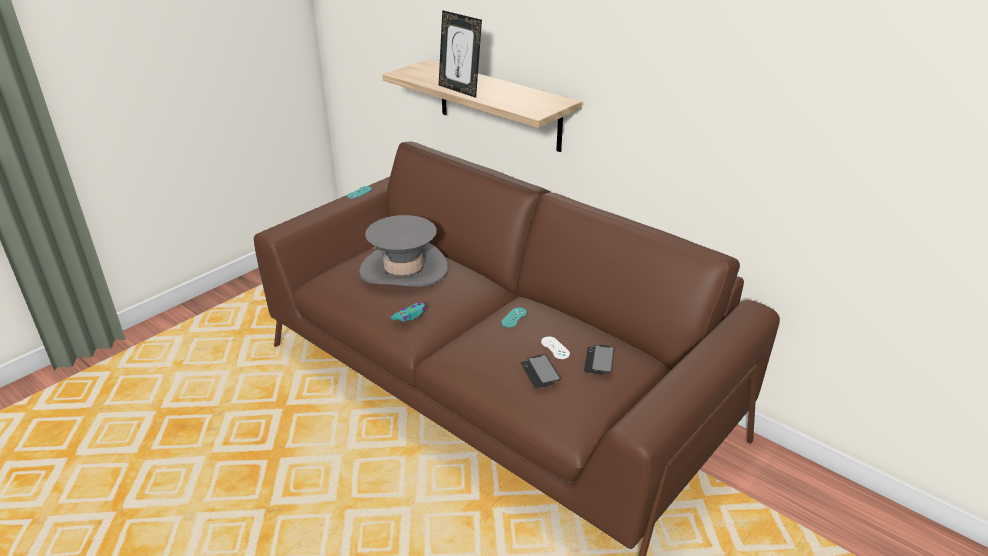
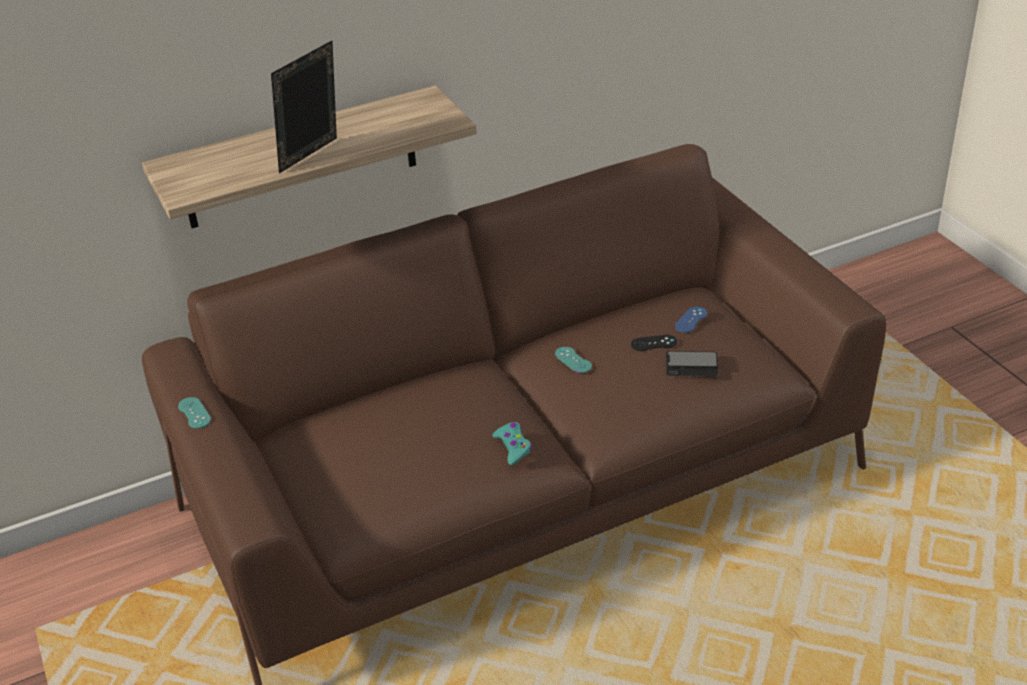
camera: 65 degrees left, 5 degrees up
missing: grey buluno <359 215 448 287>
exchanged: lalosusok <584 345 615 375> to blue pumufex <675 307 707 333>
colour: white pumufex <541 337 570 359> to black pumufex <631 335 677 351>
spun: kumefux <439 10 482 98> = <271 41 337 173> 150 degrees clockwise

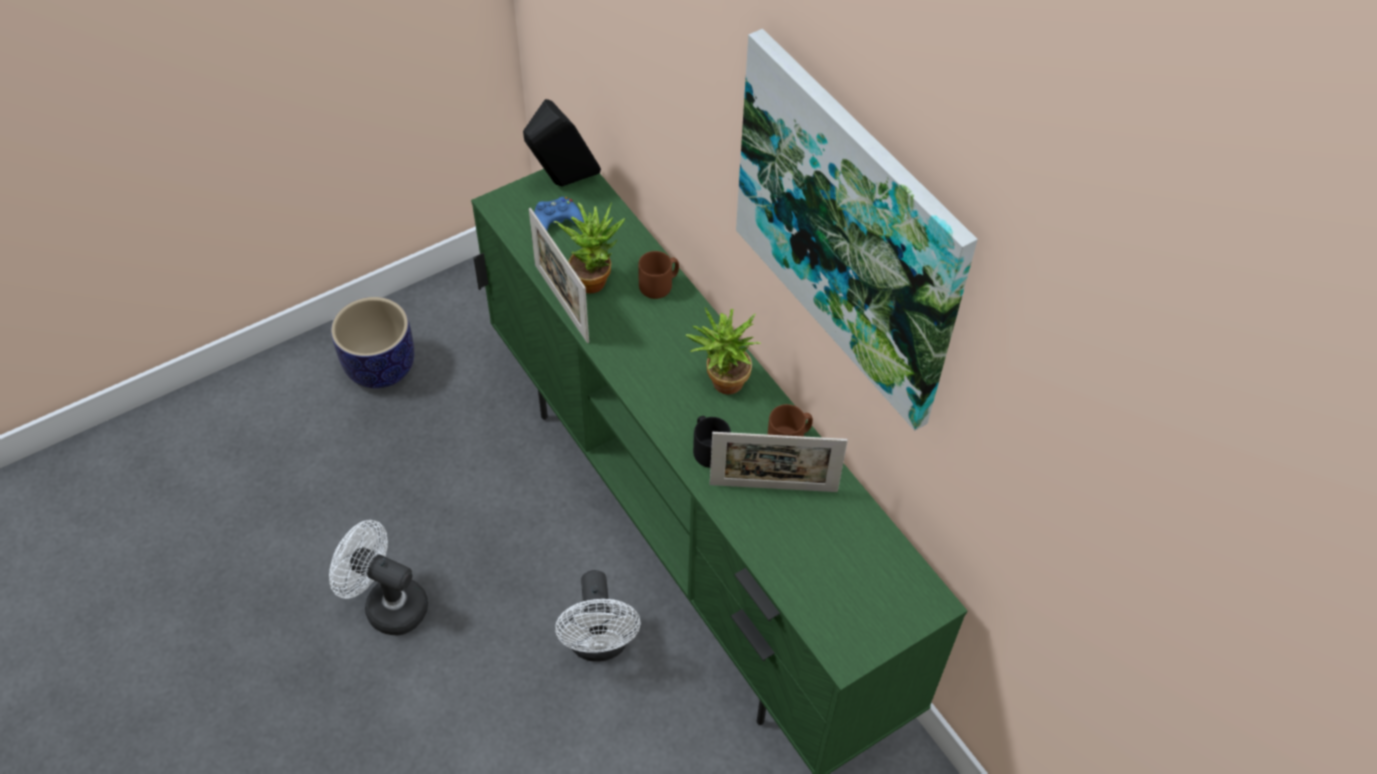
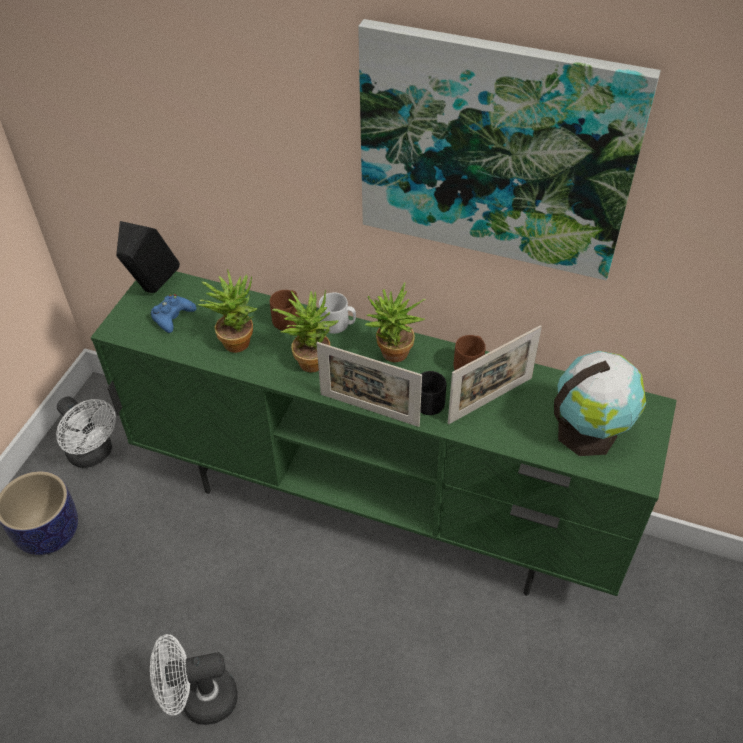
camera: 35 degrees left, 5 degrees down
appeared: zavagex <272 290 338 372>; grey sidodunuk <319 292 356 334>; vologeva <554 351 646 456>
relocated: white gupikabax <555 570 641 661> to <56 396 116 468>; kumefux <529 208 589 343> to <316 342 422 427>

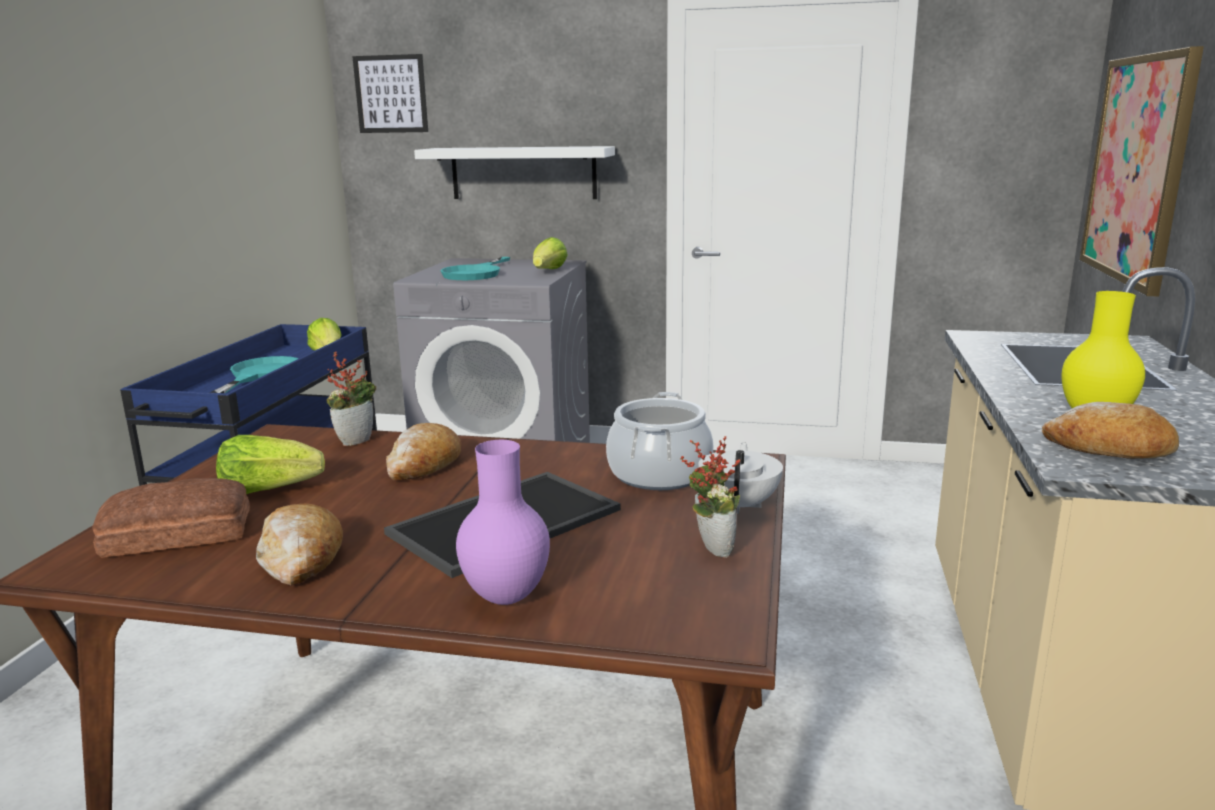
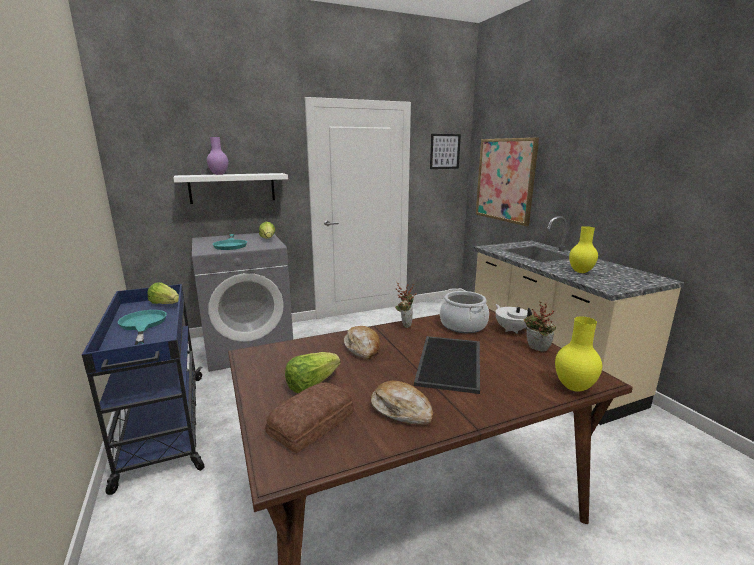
camera: 35 degrees left, 0 degrees up
missing: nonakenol <1042 402 1179 459>
appeared: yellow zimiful <555 316 602 392>
relocated: purple zimiful <456 440 550 605> to <207 137 228 175>; zavagex <326 352 376 446> to <395 282 417 328>; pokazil <352 54 428 133> to <430 134 461 169>

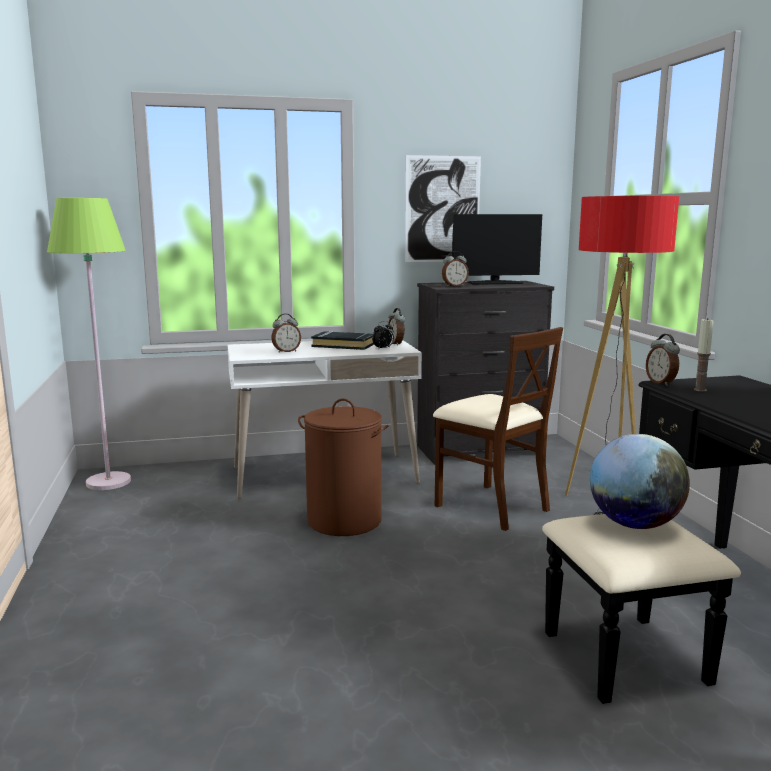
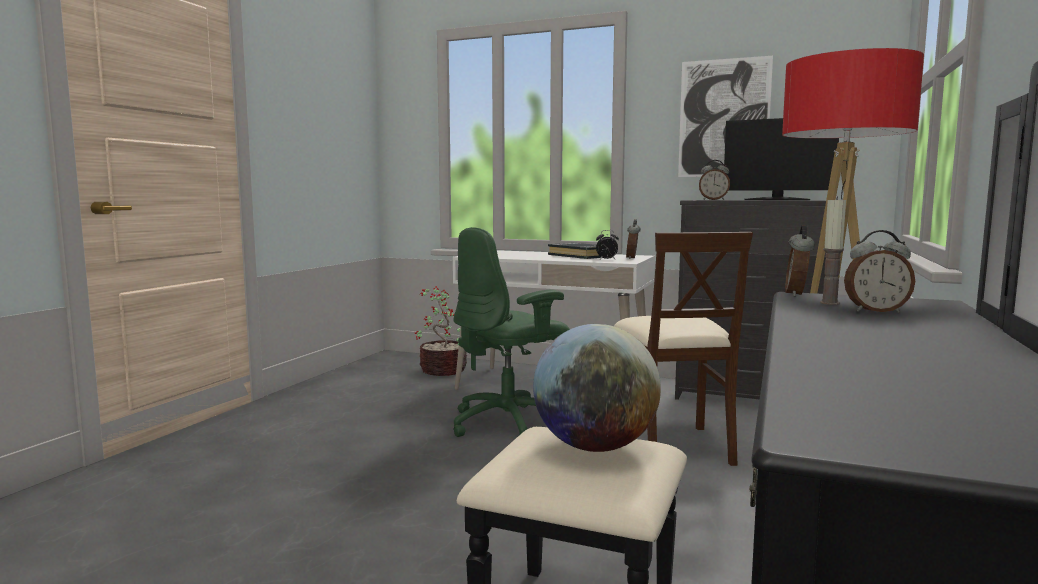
camera: 35 degrees right, 5 degrees down
missing: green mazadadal <47 198 131 490>
appeared: zavagex <415 286 467 376>
relocated: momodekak <271 314 301 353> to <844 230 915 313>
exchanged: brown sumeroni <298 398 388 536> to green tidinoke <453 227 570 437>

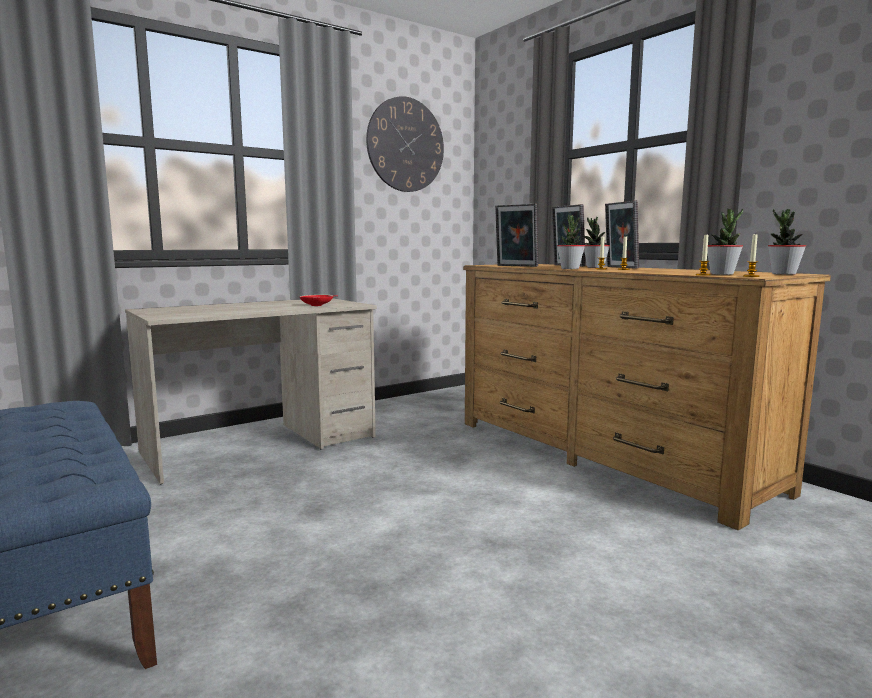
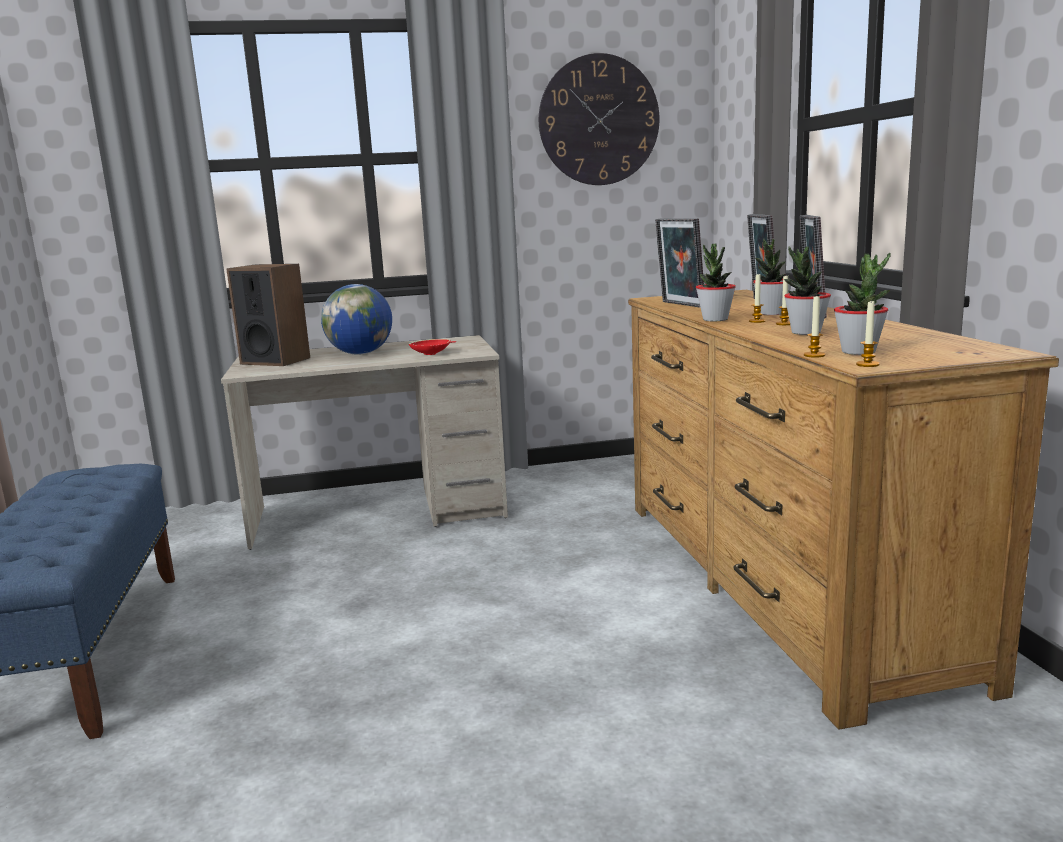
camera: 25 degrees right, 5 degrees up
appeared: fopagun <226 264 310 366>; vologeva <321 284 392 355>
relocated: zavagex <768 209 806 275> to <784 246 831 335>

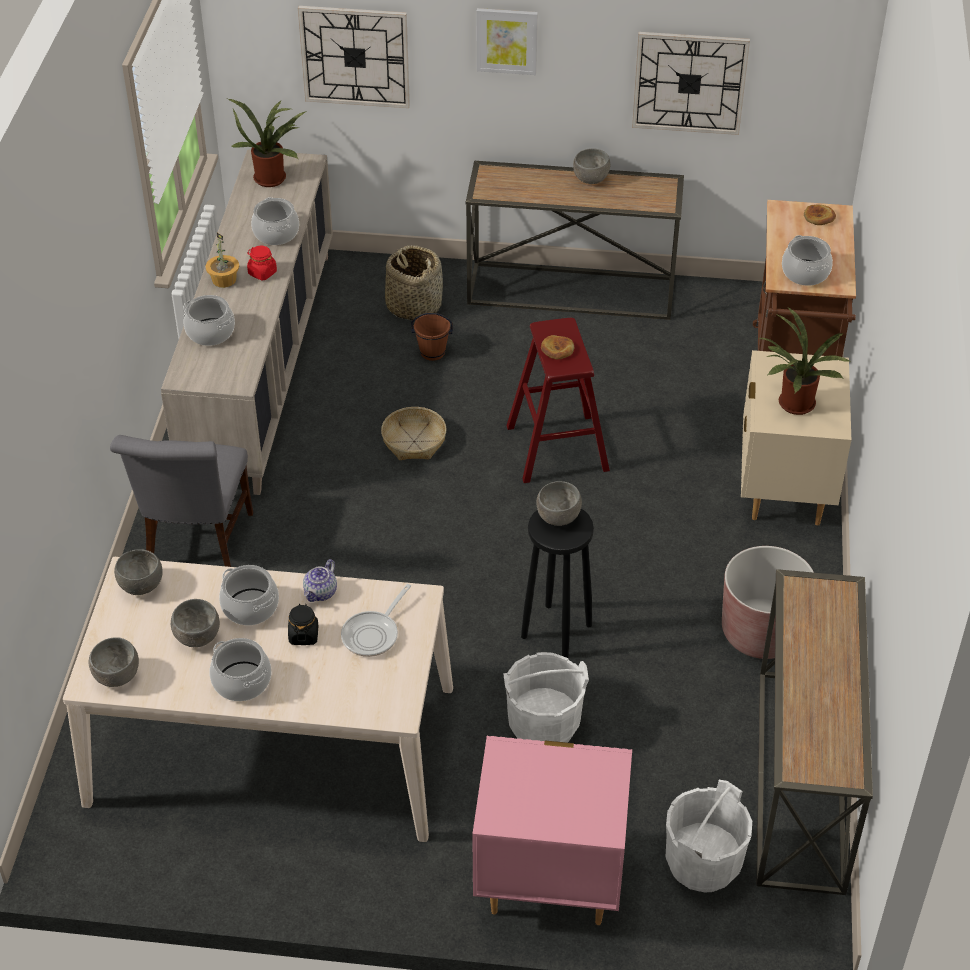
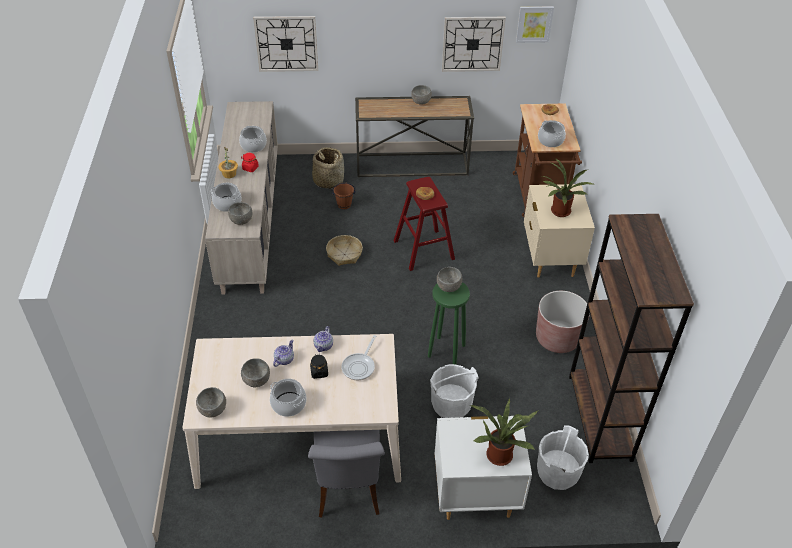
camera: 10 degrees left, 0 degrees up
relocated: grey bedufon <114 549 163 595> to <228 202 252 225>; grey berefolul <110 435 253 567> to <308 430 385 518>; zavagex <228 99 307 187> to <470 398 539 466>; pokazil <477 8 538 75> to <516 6 554 43>
exchanged: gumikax <219 565 279 625> to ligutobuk <273 340 294 367>; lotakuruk <756 569 873 895> to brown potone <569 214 694 463>
colour: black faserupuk <521 509 594 658> to green faserupuk <428 282 470 365>; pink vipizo <472 736 632 925> to white vipizo <435 416 532 520>

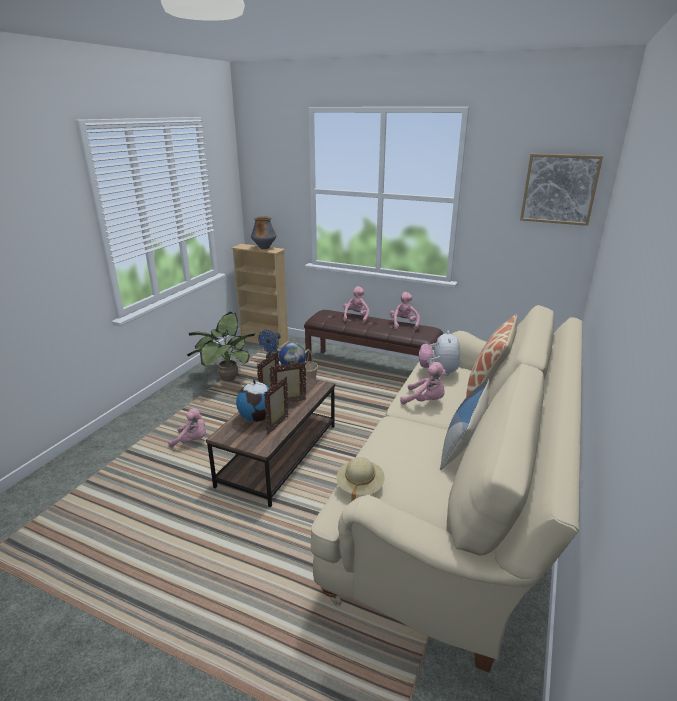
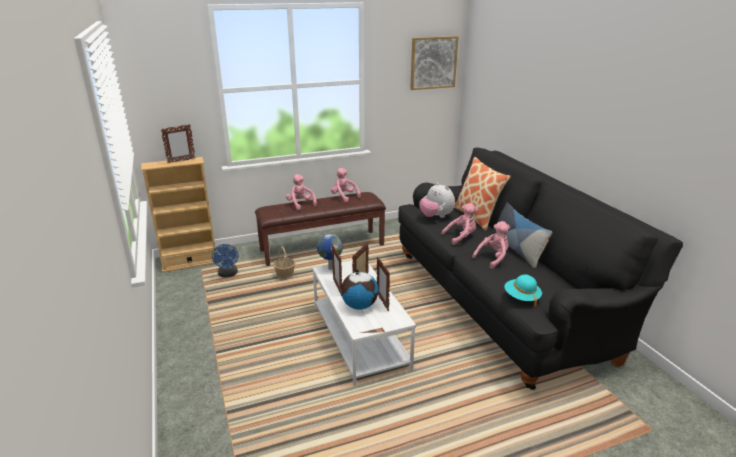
camera: 45 degrees left, 0 degrees up
missing: zavagex <187 311 255 381>
relocated: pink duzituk <168 408 206 447> to <472 221 510 269>
exchanged: zimiful <251 216 277 249> to kumefux <161 124 195 163>
colour: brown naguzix <206 377 335 507> to white naguzix <312 260 416 386>; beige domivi <311 305 583 673> to black domivi <398 147 683 390>; beige buluno <337 457 385 501> to turquoise buluno <504 275 542 307>

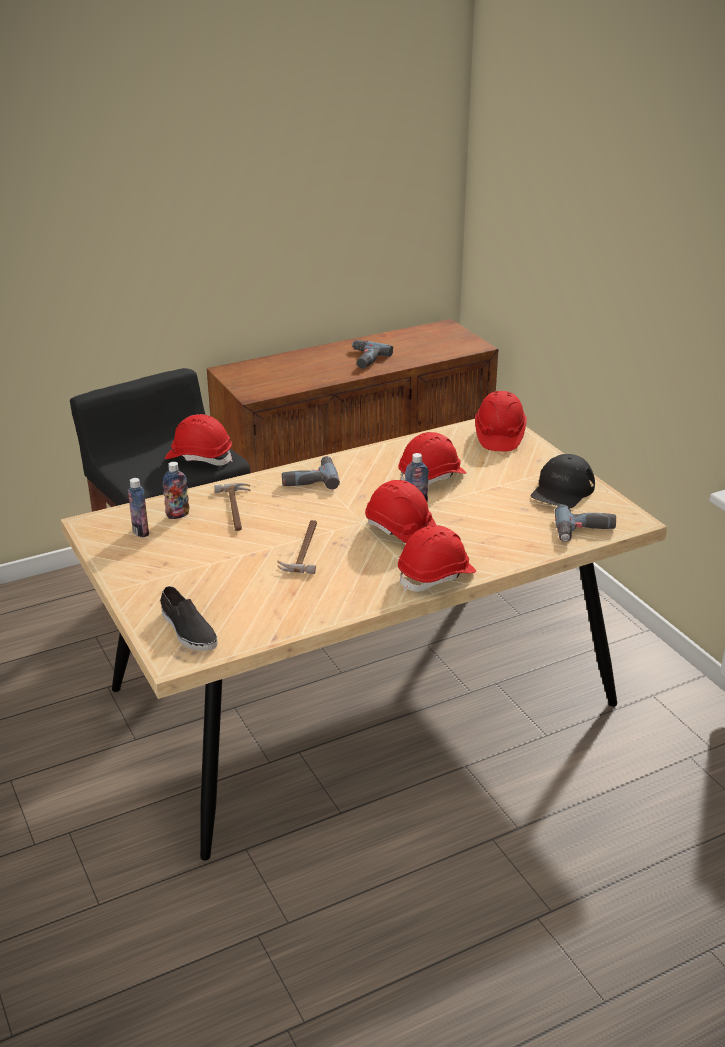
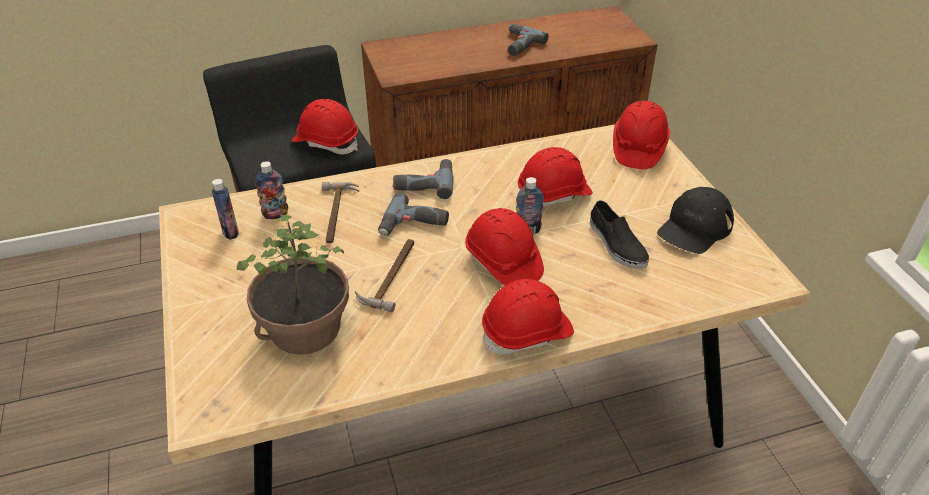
camera: 10 degrees right, 10 degrees up
appeared: zavagex <236 215 349 355>
relocated: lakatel <555 504 616 542> to <378 193 449 236>; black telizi <160 586 218 651> to <590 200 649 269>

